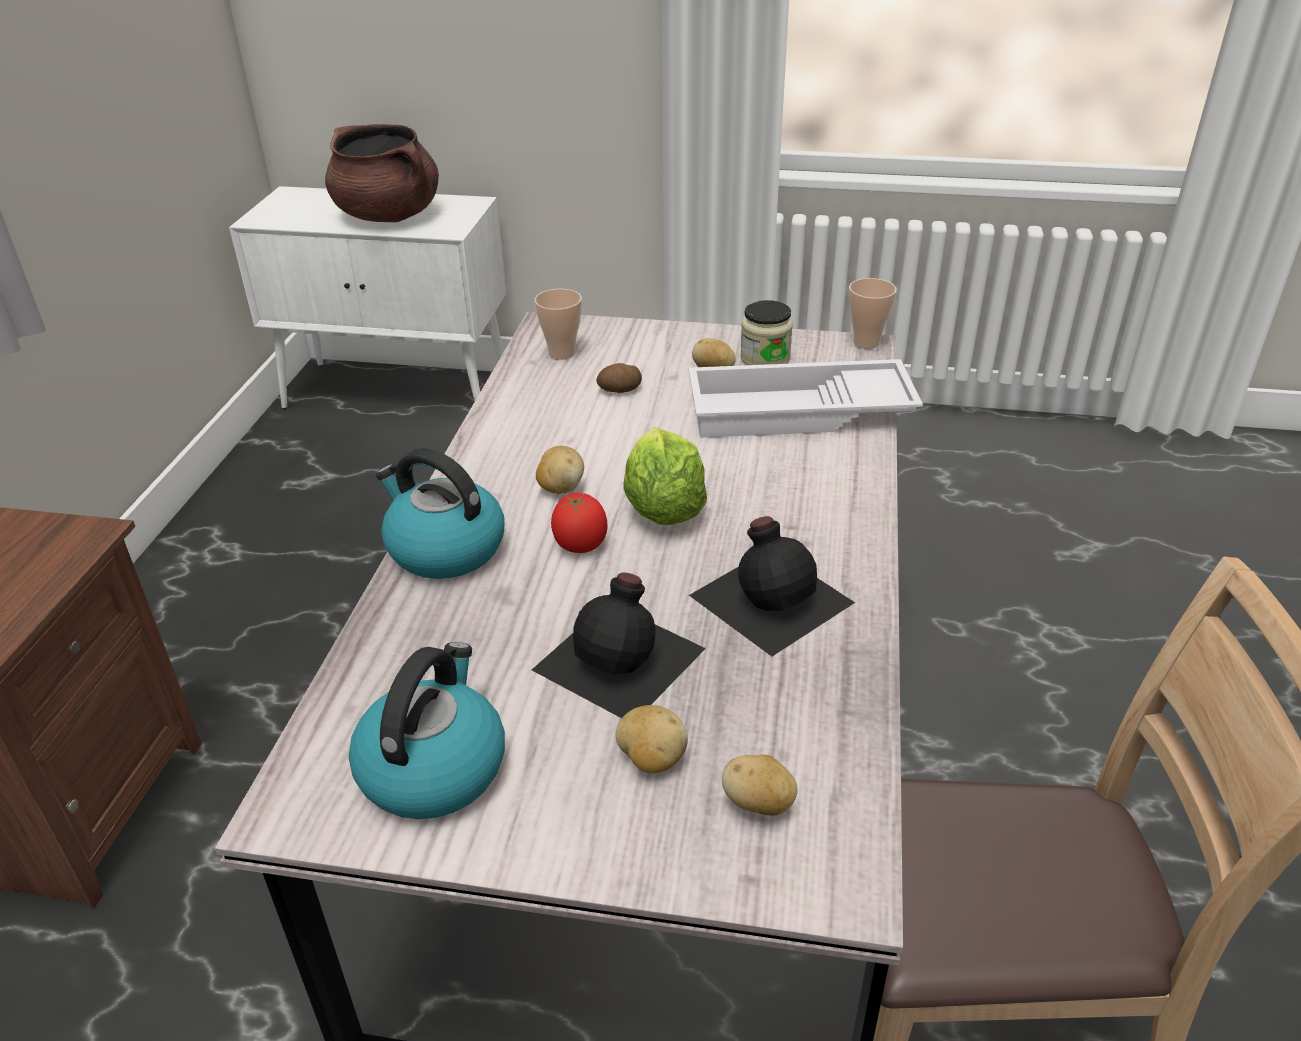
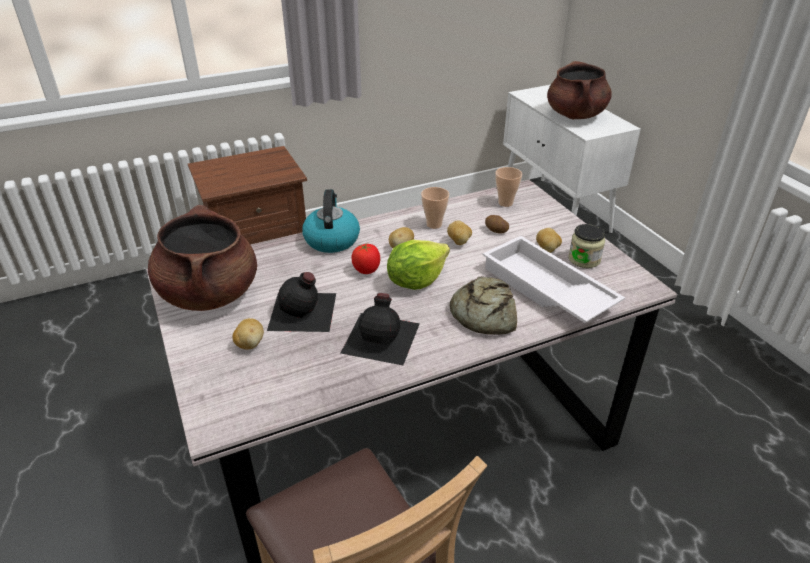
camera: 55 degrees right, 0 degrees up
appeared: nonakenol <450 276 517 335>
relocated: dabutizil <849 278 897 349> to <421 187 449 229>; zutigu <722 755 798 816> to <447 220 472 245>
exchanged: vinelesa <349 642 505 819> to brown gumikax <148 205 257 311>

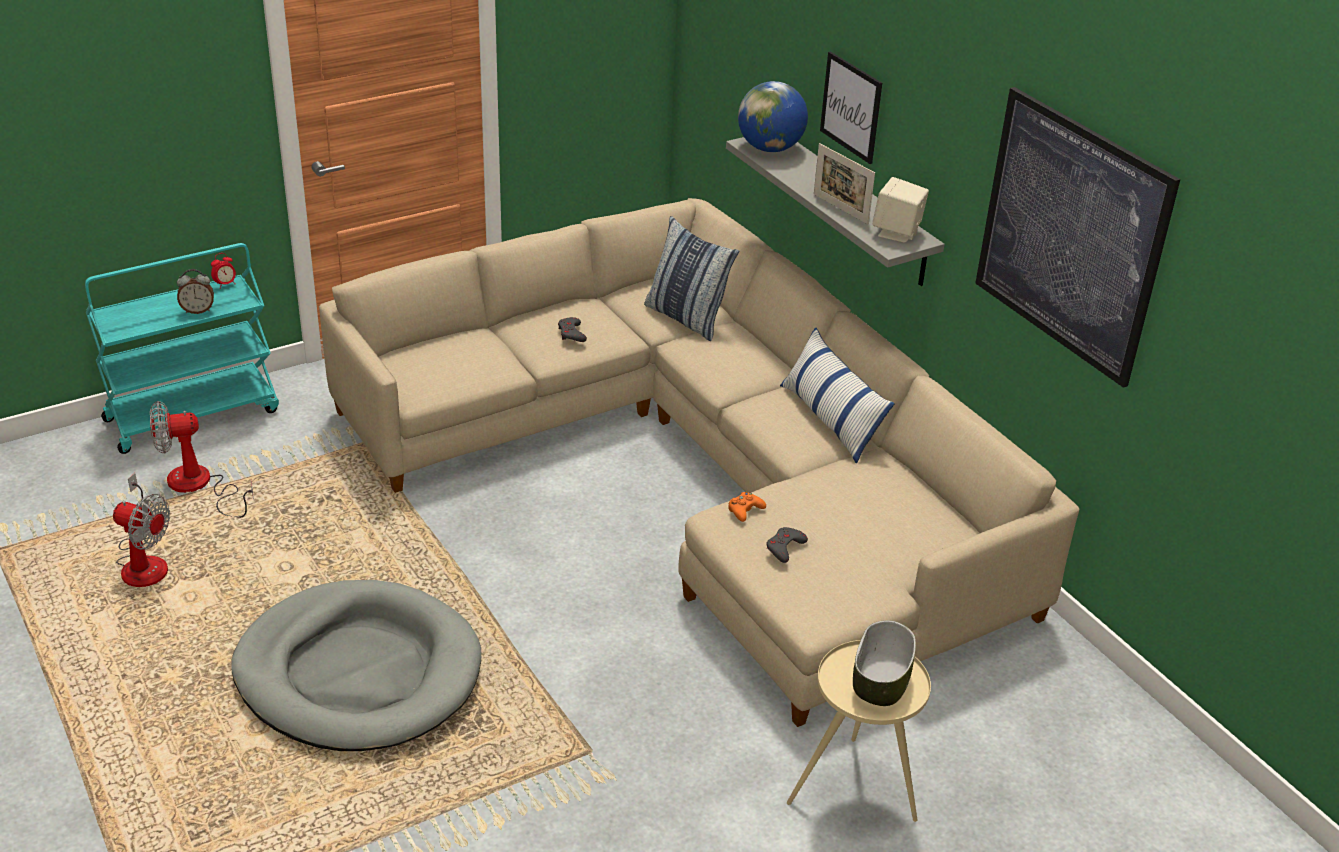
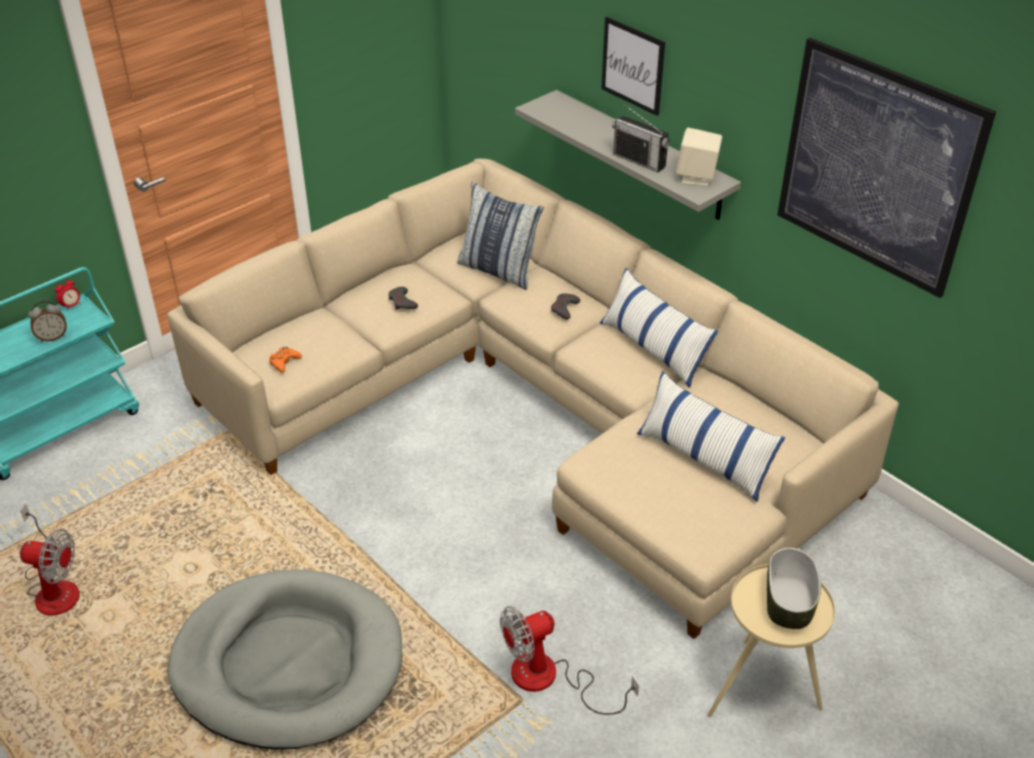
camera: 10 degrees left, 5 degrees up
missing: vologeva <738 81 808 152>
appeared: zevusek <637 371 785 502>
relocated: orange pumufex <728 491 766 522> to <269 347 302 373>; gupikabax <150 401 254 518> to <500 606 639 715>; grey pumufex <766 527 808 563> to <551 294 580 320>
exchanged: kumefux <814 143 875 224> to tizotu <612 104 670 172>

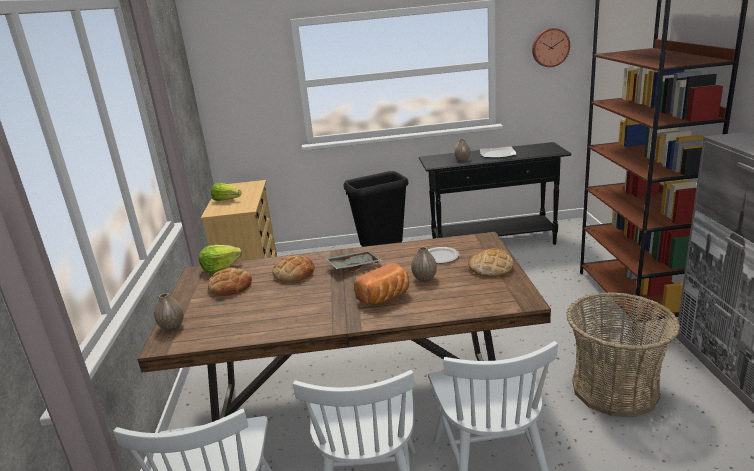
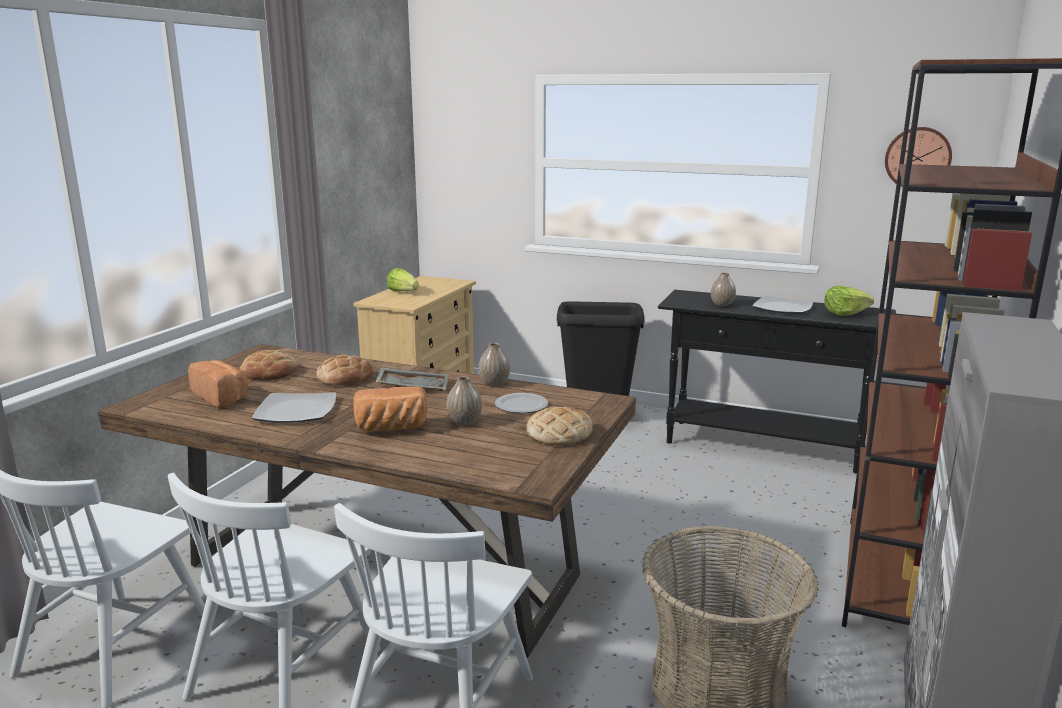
camera: 25 degrees right, 5 degrees down
appeared: nonakenol <188 360 248 408>; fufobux <252 392 337 422>
relocated: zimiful <154 293 184 331> to <479 343 510 387>; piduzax <199 245 242 274> to <824 286 874 316>

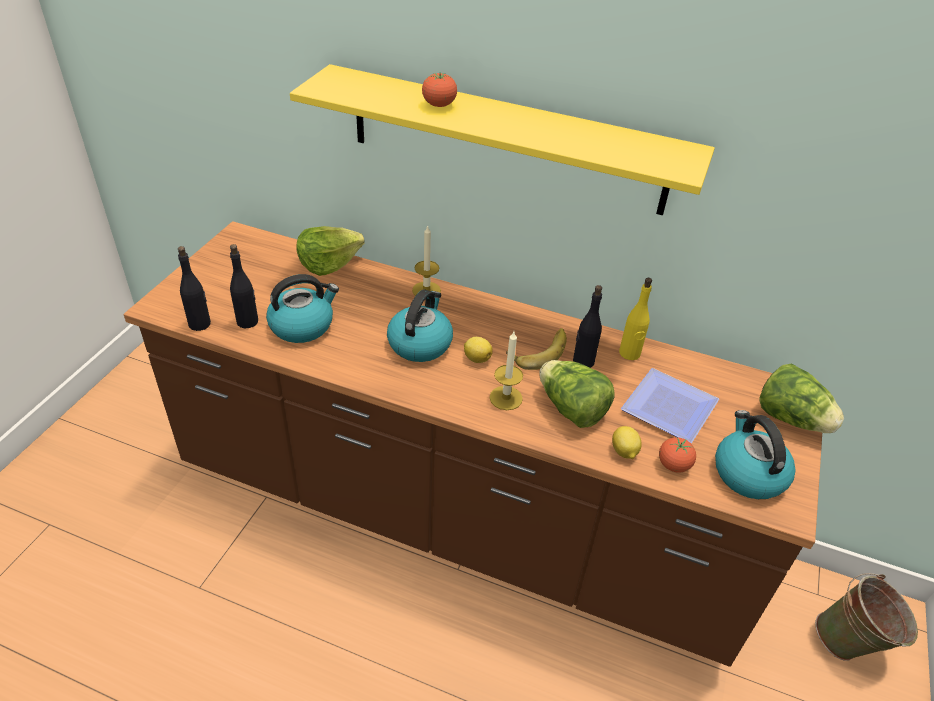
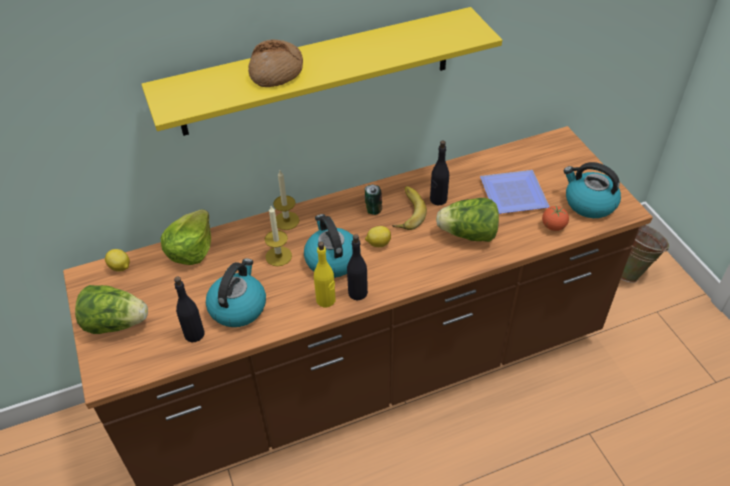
camera: 40 degrees left, 5 degrees up
appeared: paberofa <364 184 382 215>
relocated: piduzax <759 364 844 433> to <75 285 148 334>; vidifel <612 426 641 459> to <105 249 130 272>; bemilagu <490 332 523 410> to <265 206 292 266>; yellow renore <619 278 652 360> to <314 241 336 307>; black renore <178 246 211 331> to <347 234 368 301>
exchanged: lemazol <422 73 457 107> to nonakenol <248 40 303 87>

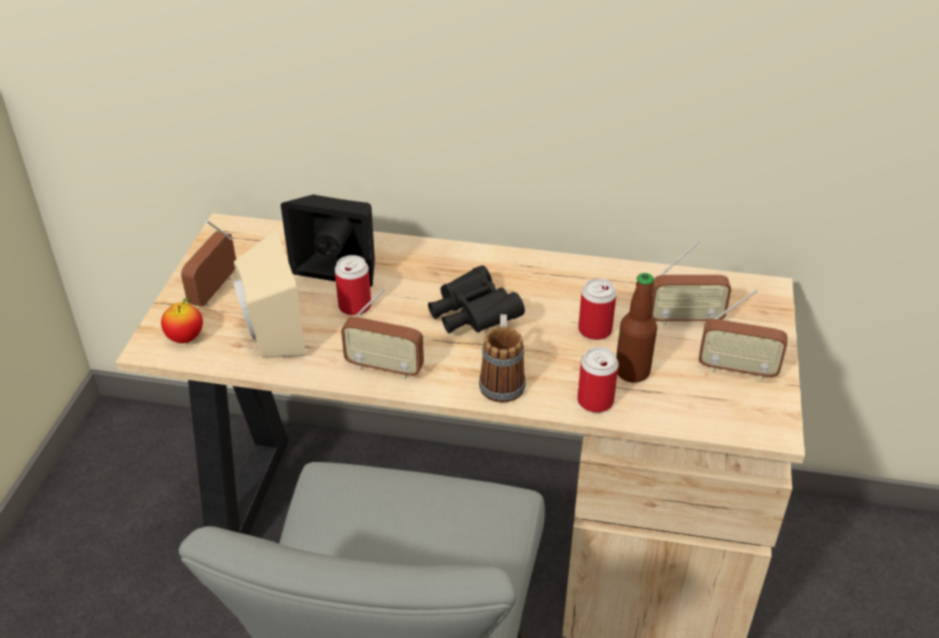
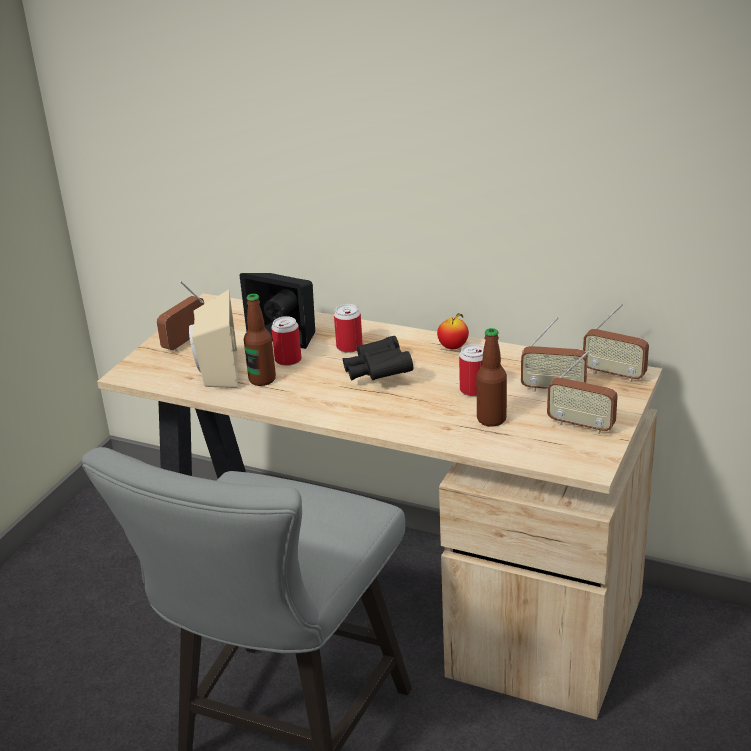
camera: 15 degrees right, 10 degrees down
missing: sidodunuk <479 314 526 403>
appeared: renore <244 294 276 386>
relocated: paberofa <577 347 619 413> to <334 304 363 353>; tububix <161 298 203 343> to <437 313 469 349>; tizotu <341 288 424 380> to <583 303 649 382>

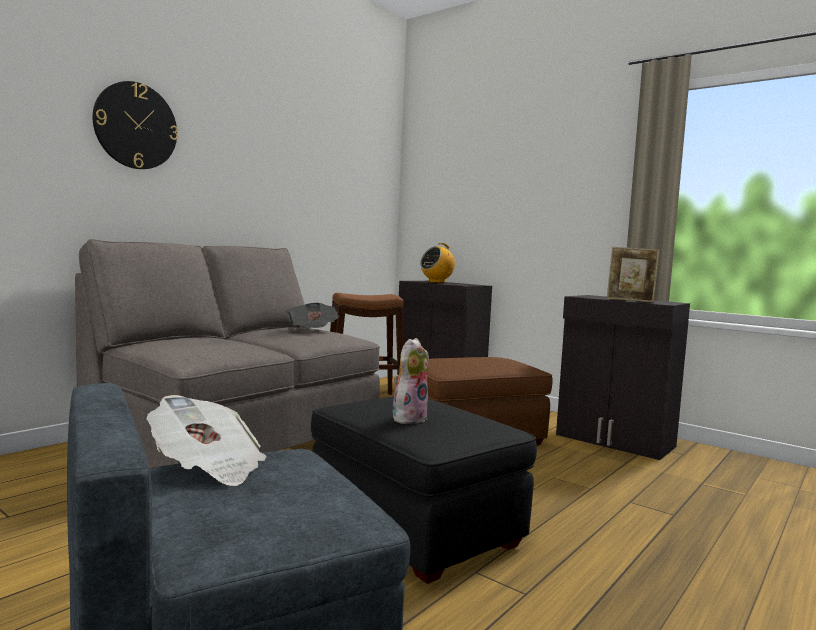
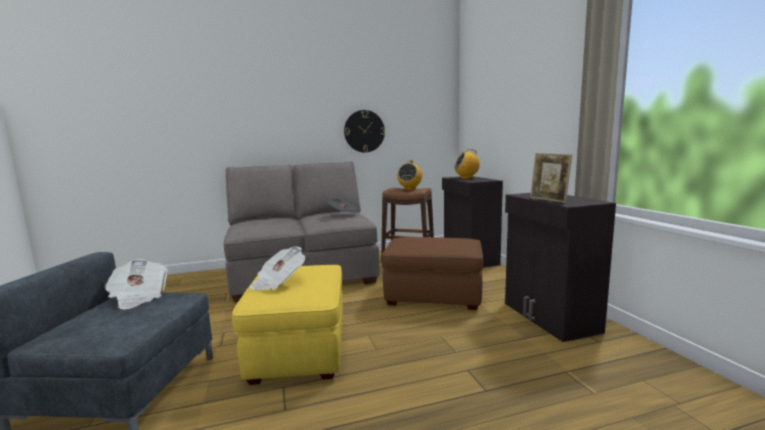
camera: 35 degrees right, 5 degrees up
appeared: tizotu <397 160 422 190>
relocated: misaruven <93 81 178 169> to <344 110 385 153>
exchanged: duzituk <393 338 429 424> to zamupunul <250 246 305 290>
colour: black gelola <311 396 537 584> to yellow gelola <232 265 343 385>

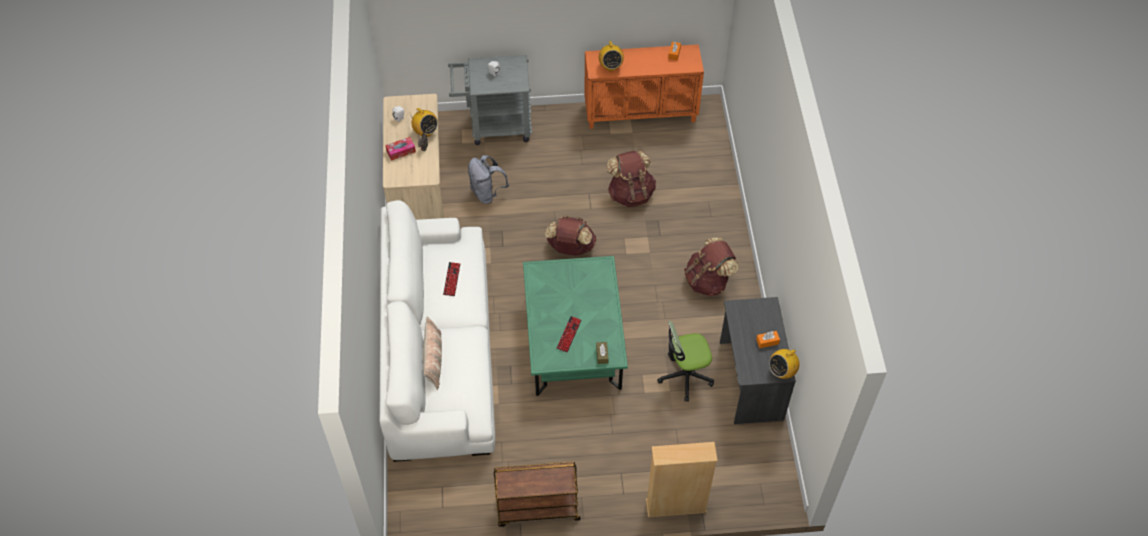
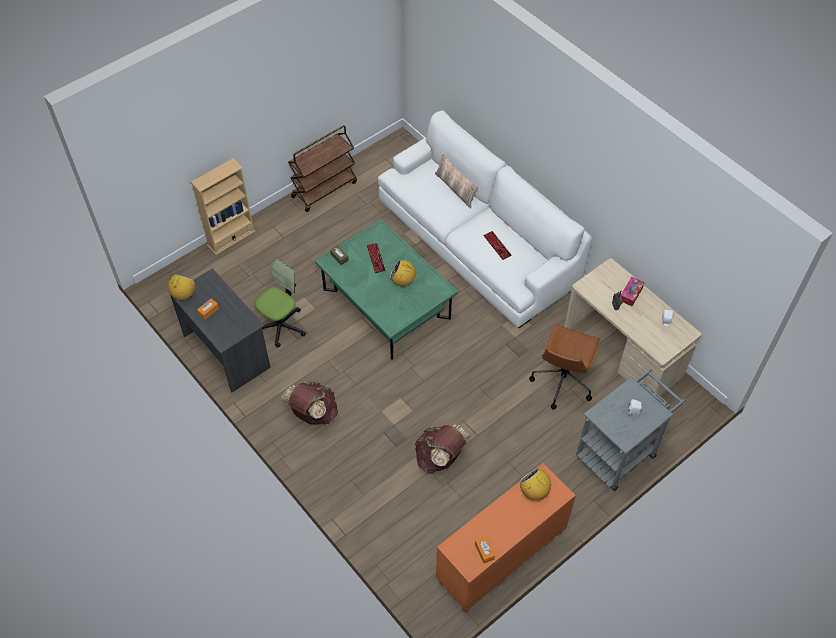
camera: 145 degrees right, 0 degrees up
missing: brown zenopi <545 216 597 256>
relocated: tizotu <409 108 438 137> to <390 260 418 287>
exchanged: grey zenopi <468 155 509 204> to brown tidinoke <529 324 601 410>

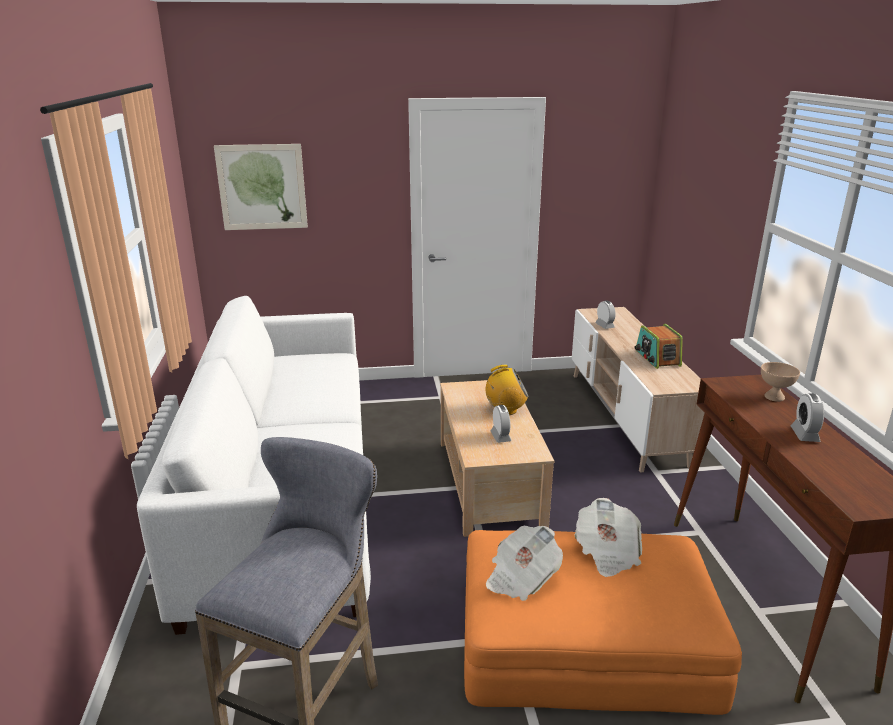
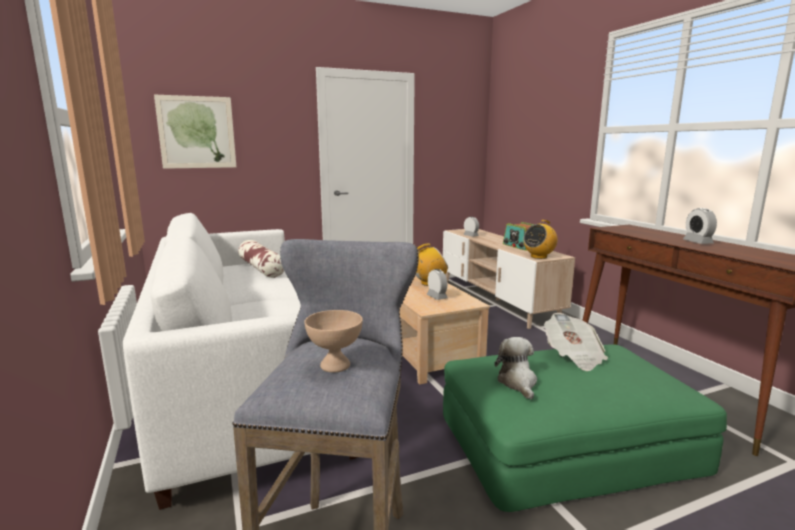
camera: 15 degrees left, 10 degrees down
appeared: zevusek <238 240 284 278>; tizotu <523 220 557 259>
relocated: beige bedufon <761 362 800 402> to <304 310 363 373>
exchanged: zamupunul <486 526 563 601> to duzituk <494 337 537 400>
colour: orange gelola <464 530 742 715> to green gelola <443 344 727 512>

